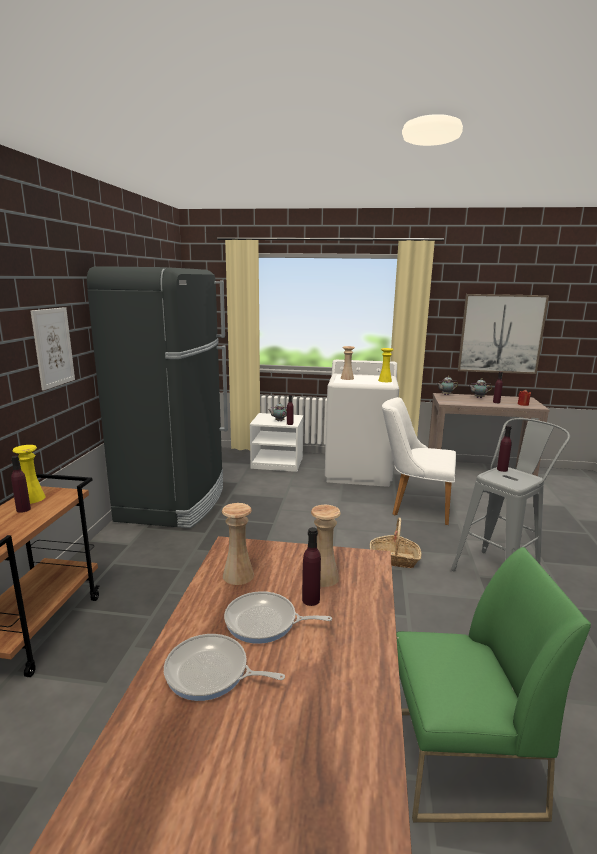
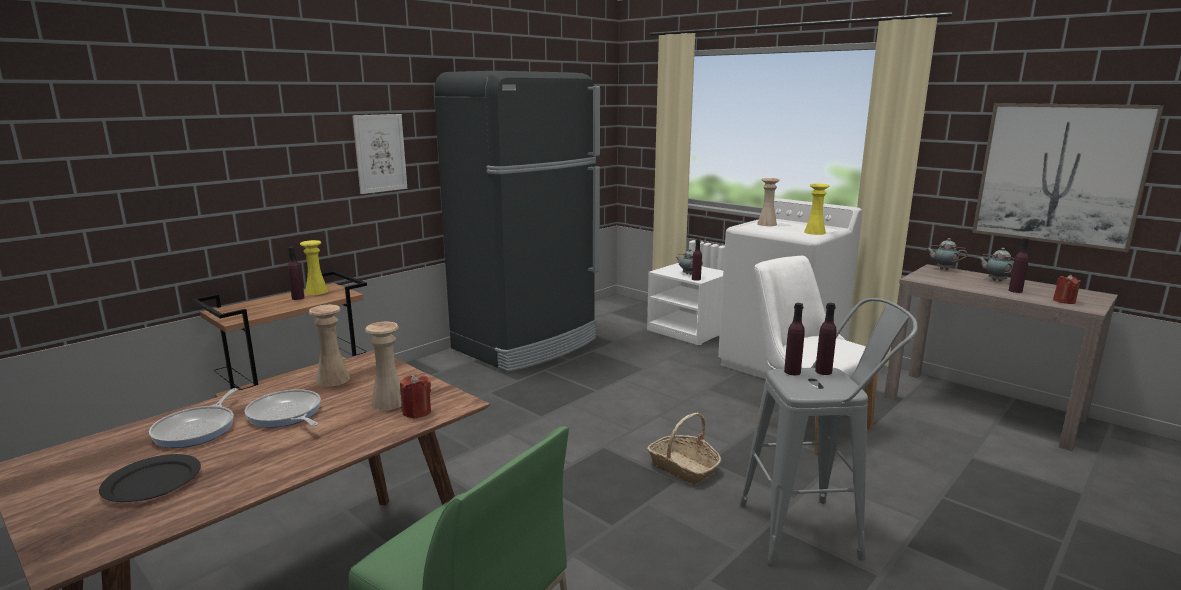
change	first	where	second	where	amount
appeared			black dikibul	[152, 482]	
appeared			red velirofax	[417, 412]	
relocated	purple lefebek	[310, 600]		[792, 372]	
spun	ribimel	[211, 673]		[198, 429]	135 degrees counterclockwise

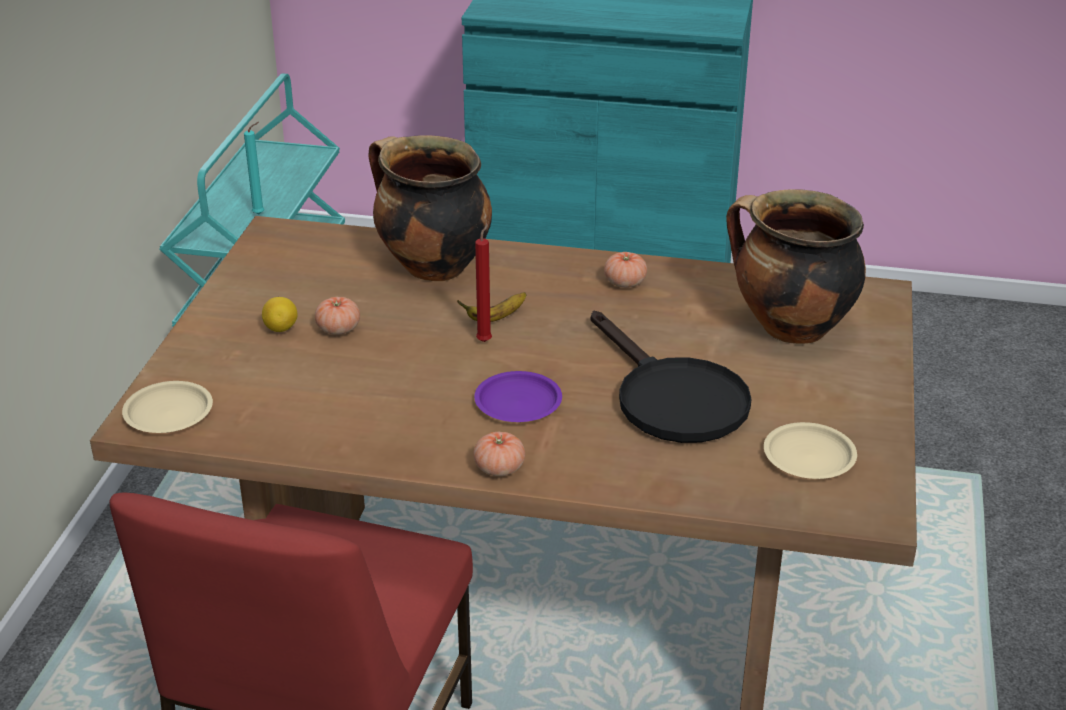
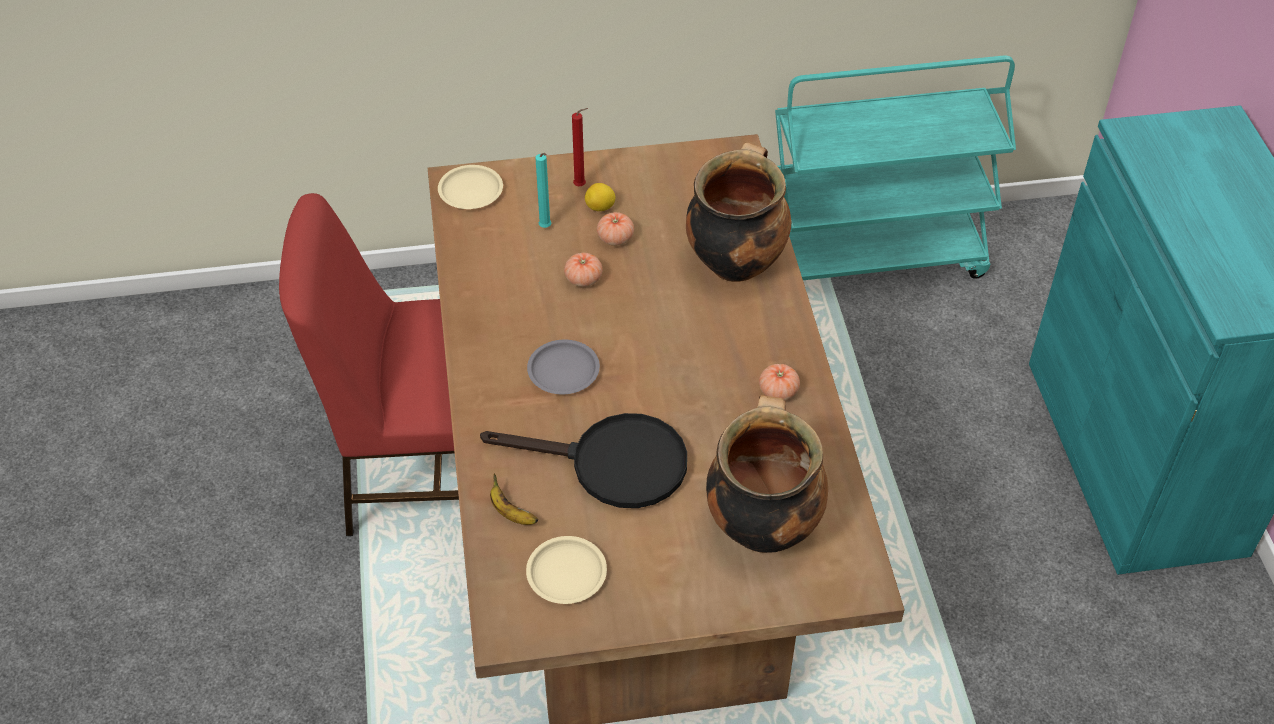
change	first	where	second	where	amount
relocated	turquoise velirofax	[260, 214]		[546, 228]	
relocated	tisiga	[495, 318]		[511, 513]	
relocated	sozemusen	[499, 468]		[583, 279]	
relocated	red velirofax	[485, 340]		[581, 186]	
colour	purple dikibul	[518, 403]	grey dikibul	[563, 371]	
spun	black ribimel	[671, 398]		[612, 464]	120 degrees counterclockwise

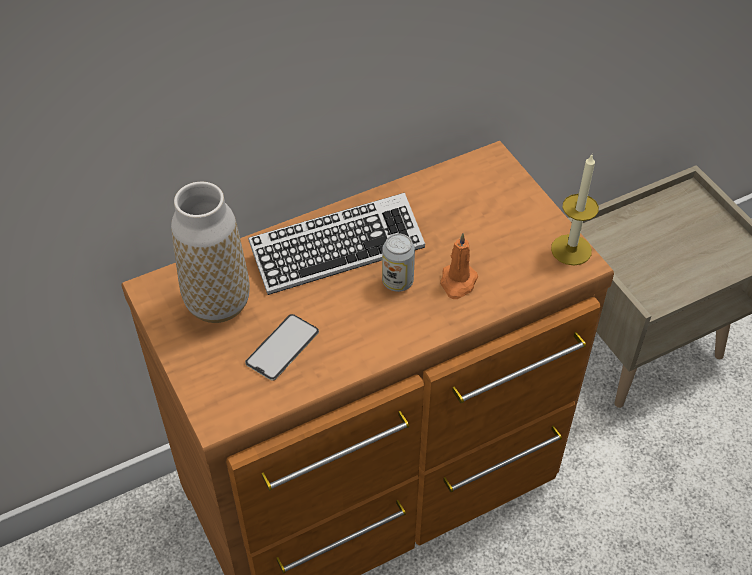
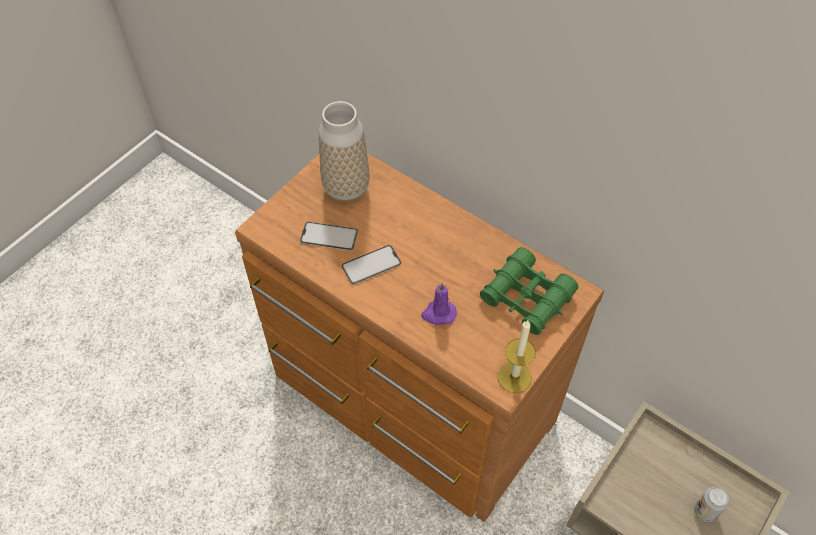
change	first	where	second	where	amount
missing	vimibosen	[337, 250]			
appeared			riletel	[371, 265]	
appeared			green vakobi	[526, 297]	
relocated	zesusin	[397, 281]		[705, 511]	
colour	orange velirofax	[458, 282]	purple velirofax	[438, 314]	

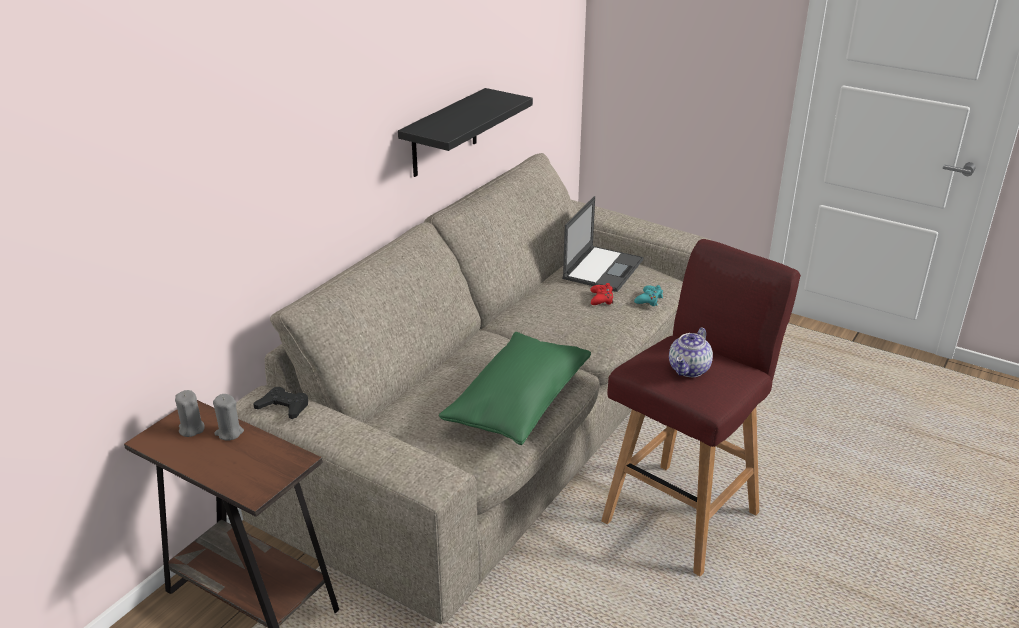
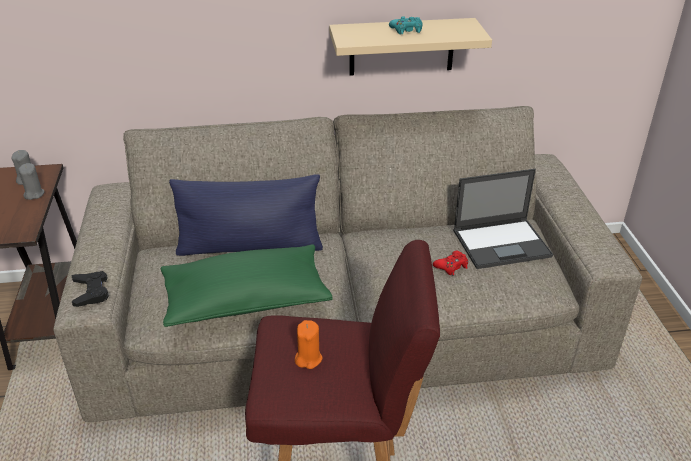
change	first	where	second	where	amount
appeared			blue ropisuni	[250, 246]	
relocated	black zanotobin	[283, 407]		[91, 292]	
relocated	turquoise zanotobin	[649, 300]		[406, 30]	
exchanged	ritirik	[689, 369]	orange velirofax	[308, 358]	
colour	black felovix	[444, 133]	beige felovix	[401, 47]	

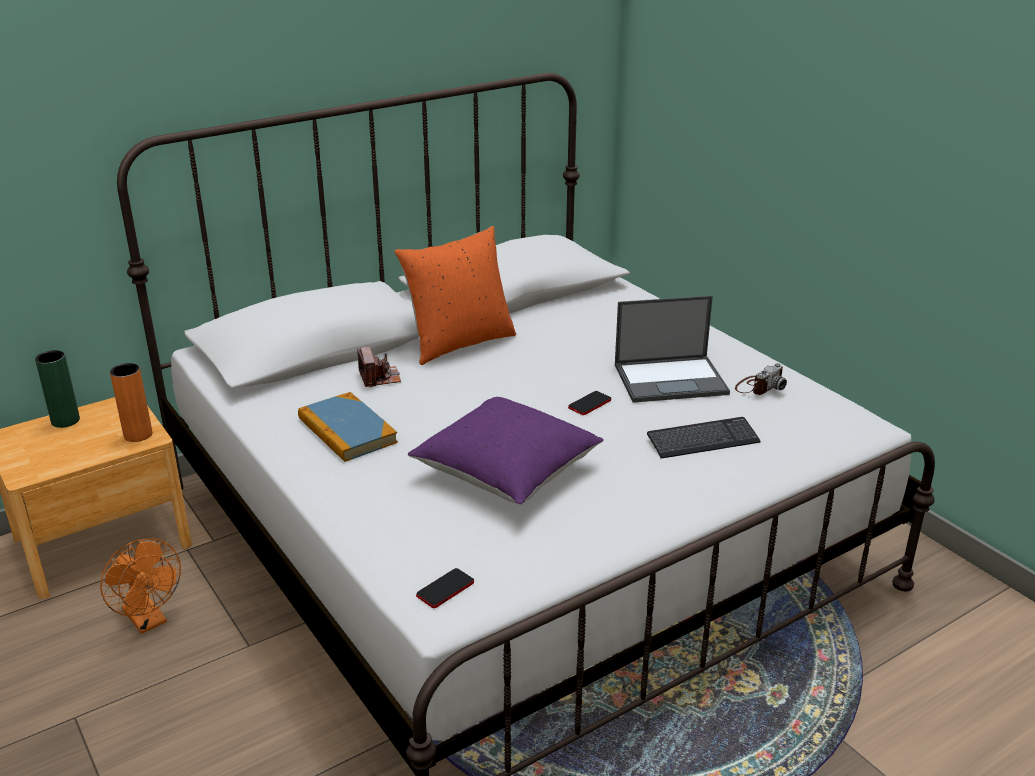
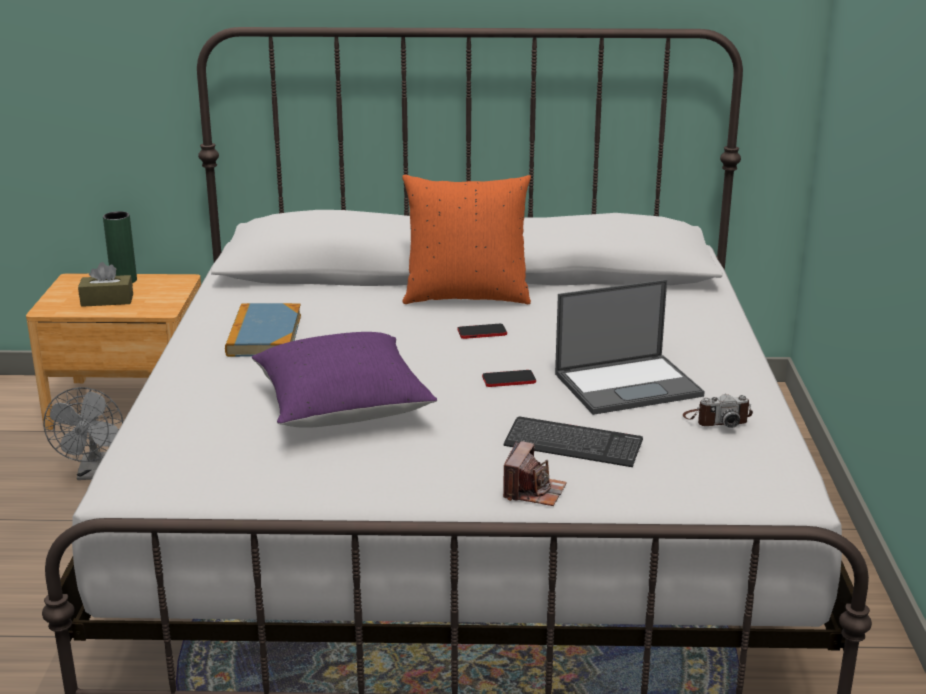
change	first	where	second	where	amount
missing	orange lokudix	[138, 435]			
appeared			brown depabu	[107, 300]	
relocated	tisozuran	[379, 378]		[533, 491]	
relocated	riletel	[445, 589]		[482, 332]	
colour	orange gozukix	[149, 620]	grey gozukix	[93, 473]	
spun	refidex	[671, 379]		[629, 384]	45 degrees counterclockwise

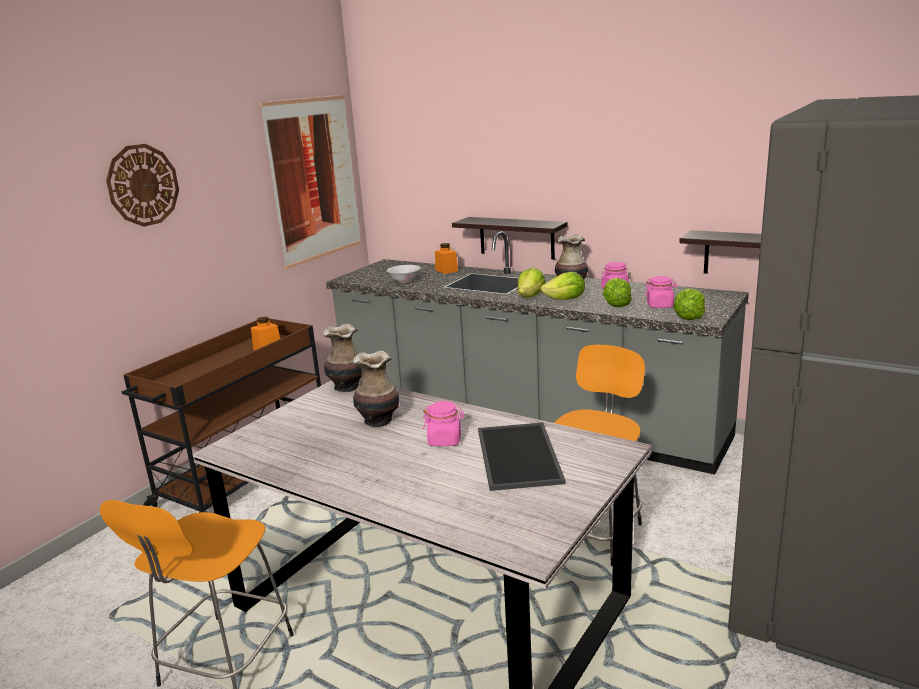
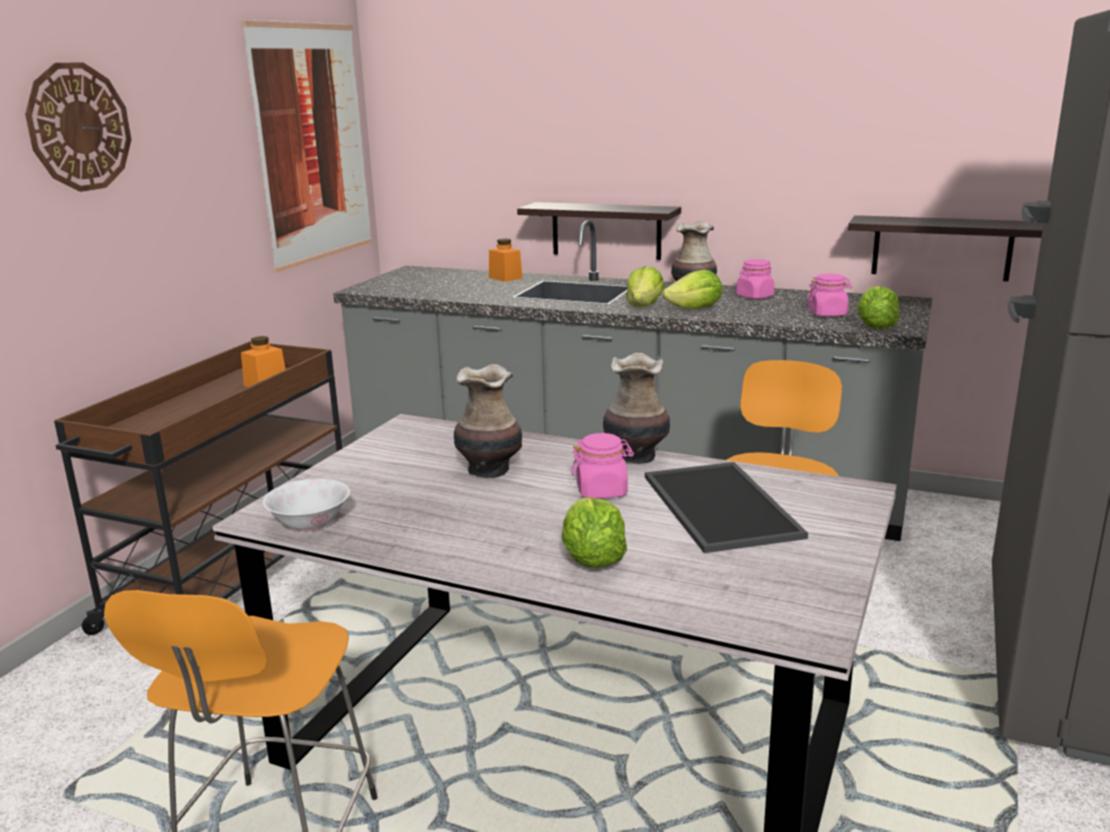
change	first	where	second	where	amount
relocated	lokudix	[346, 387]		[635, 456]	
relocated	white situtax	[405, 281]		[310, 524]	
relocated	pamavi	[616, 305]		[592, 559]	

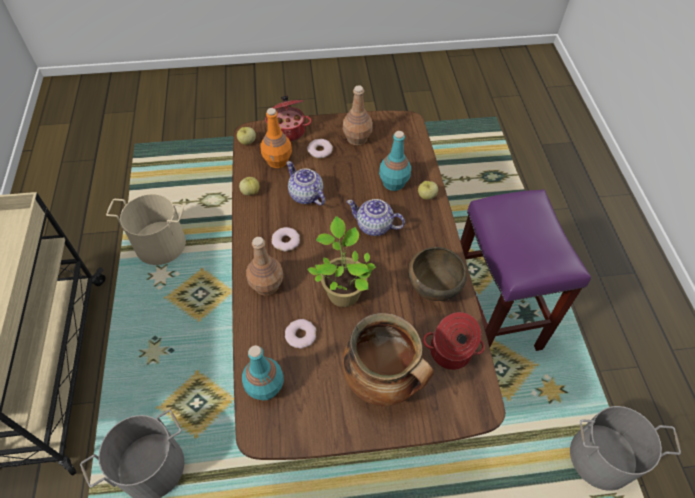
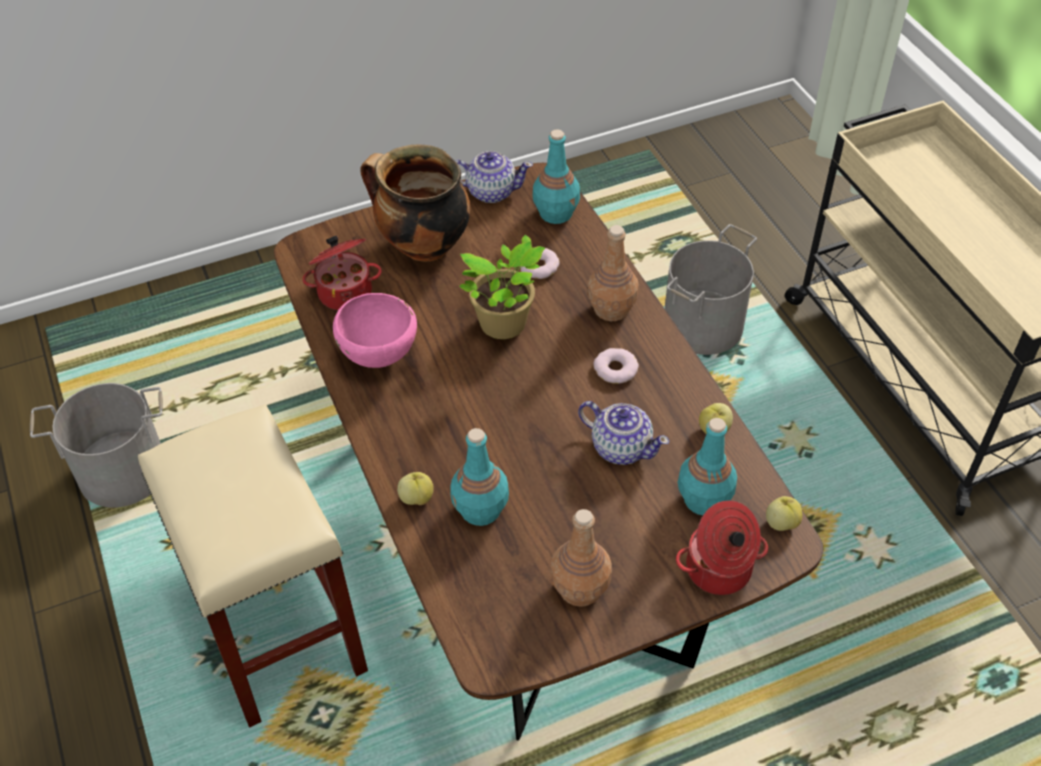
change	first	where	second	where	amount
missing	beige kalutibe	[161, 244]			
missing	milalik	[319, 151]			
relocated	ritirik	[374, 226]		[490, 191]	
colour	orange lefebek	[278, 160]	turquoise lefebek	[703, 499]	
colour	brown situtax	[432, 289]	pink situtax	[380, 357]	
colour	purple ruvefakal	[494, 317]	beige ruvefakal	[277, 632]	

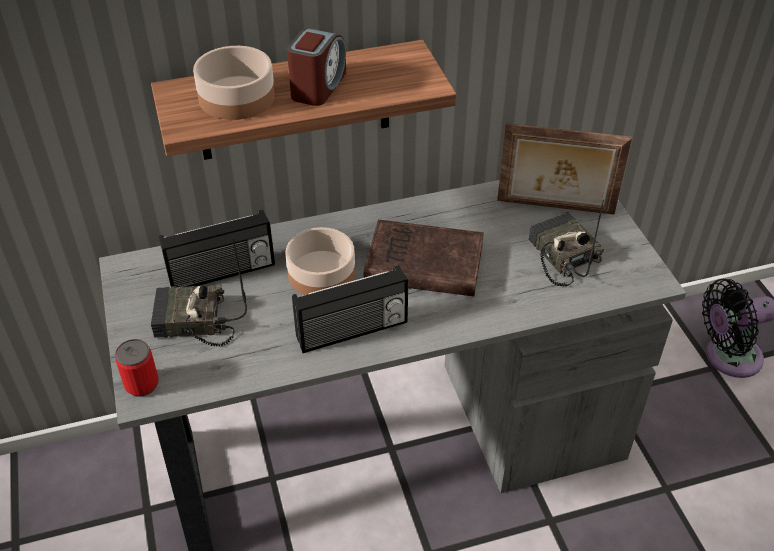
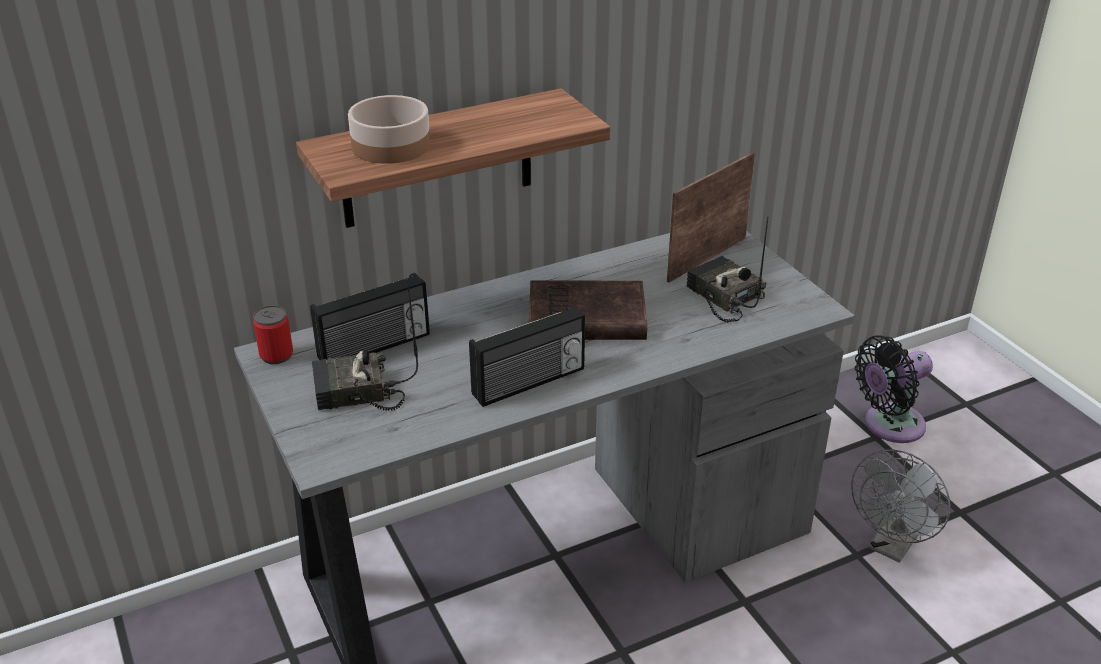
change	first	where	second	where	amount
missing	situtax	[321, 273]			
missing	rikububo	[318, 86]			
appeared			grey gozukix	[892, 546]	
relocated	zesusin	[142, 384]		[276, 355]	
spun	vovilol	[555, 208]		[705, 258]	135 degrees clockwise

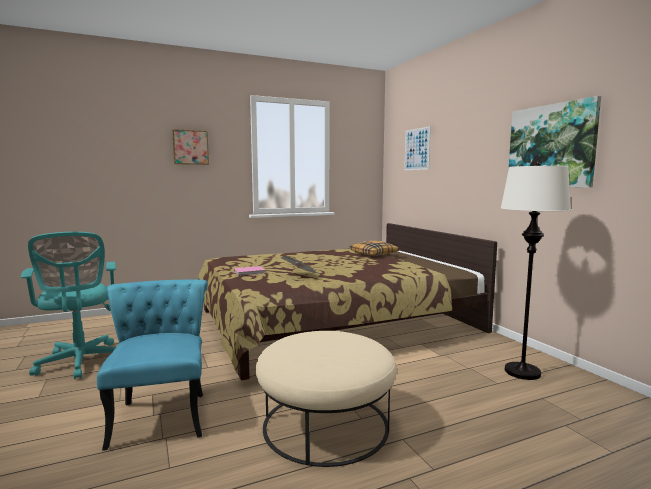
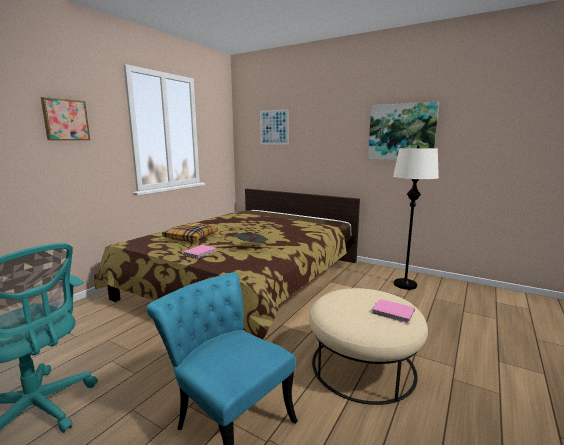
change	first	where	second	where	amount
appeared			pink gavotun	[394, 313]	
relocated	ropisuni	[373, 254]		[191, 238]	

